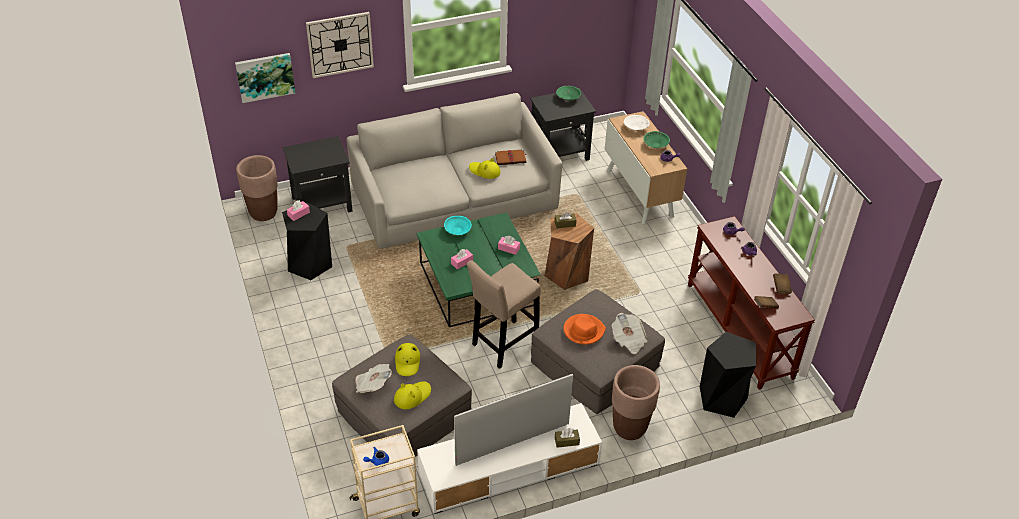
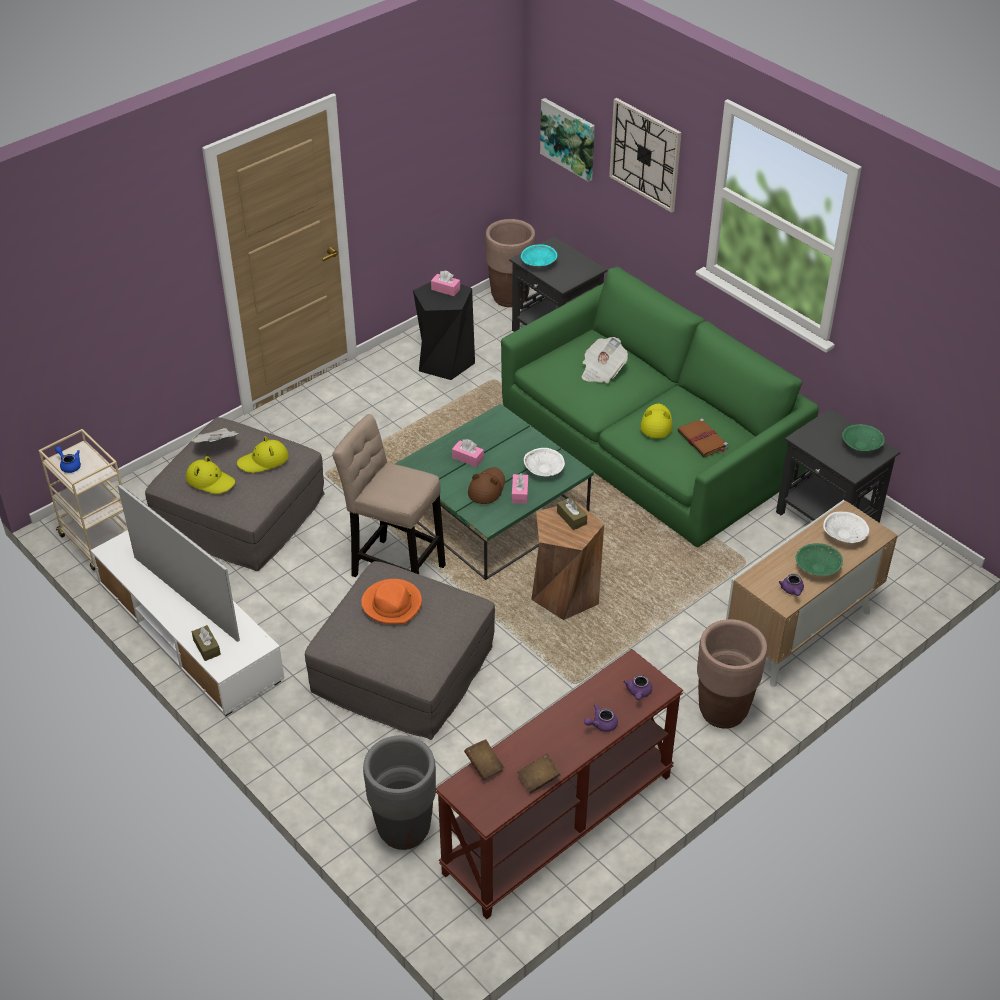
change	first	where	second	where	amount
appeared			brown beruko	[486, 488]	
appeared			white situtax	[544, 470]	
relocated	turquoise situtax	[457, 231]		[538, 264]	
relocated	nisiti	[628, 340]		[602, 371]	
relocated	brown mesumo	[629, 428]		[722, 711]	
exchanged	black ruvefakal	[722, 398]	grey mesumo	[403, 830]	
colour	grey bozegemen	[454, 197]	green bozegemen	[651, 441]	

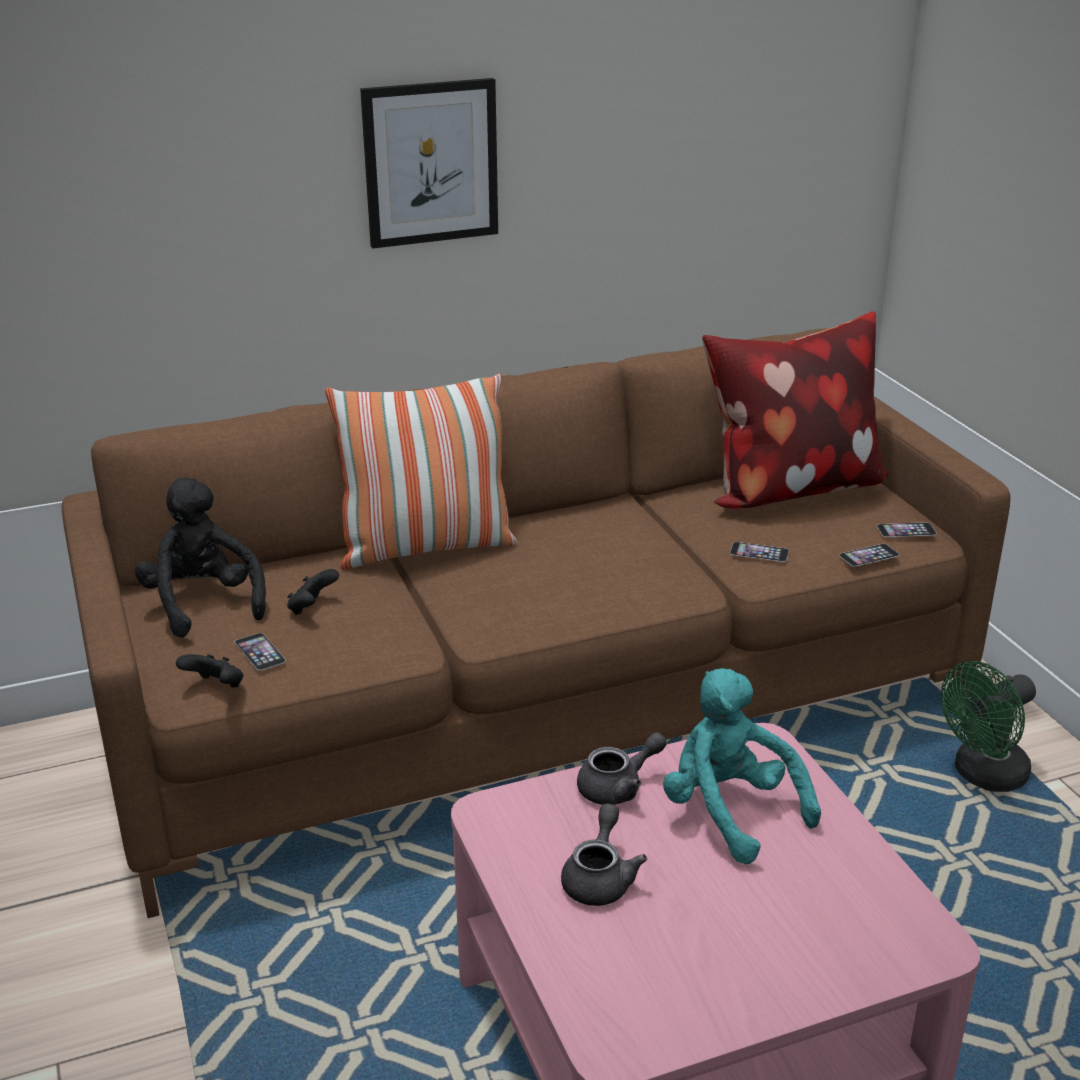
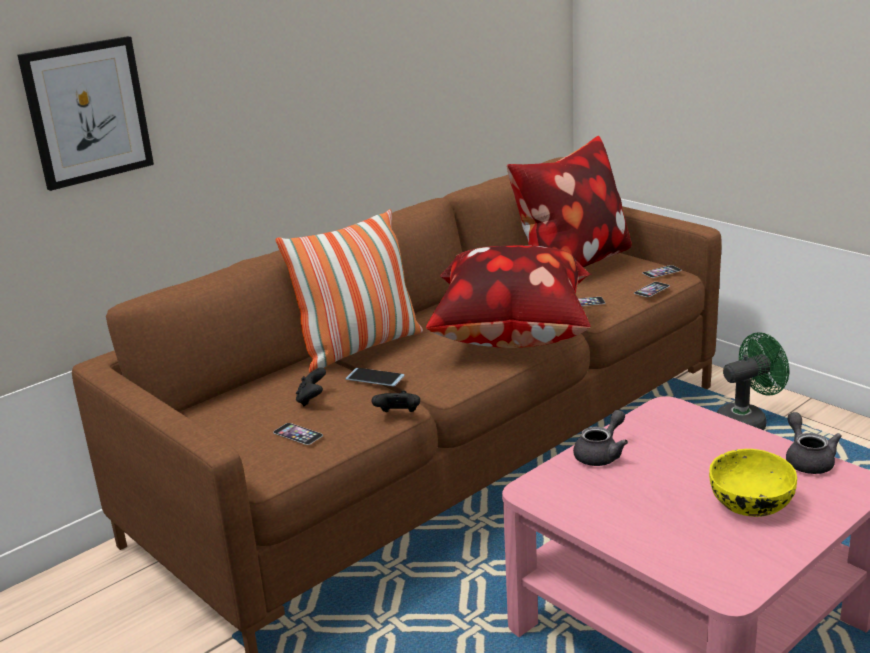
change	first	where	second	where	amount
missing	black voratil	[203, 603]			
missing	turquoise voratil	[729, 811]			
appeared			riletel	[375, 378]	
appeared			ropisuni	[514, 340]	
appeared			yellow situtax	[749, 503]	
relocated	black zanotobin	[216, 687]		[398, 415]	
relocated	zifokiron	[430, 163]		[88, 112]	
relocated	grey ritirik	[600, 878]		[807, 460]	
spun	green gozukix	[982, 775]		[747, 422]	150 degrees counterclockwise

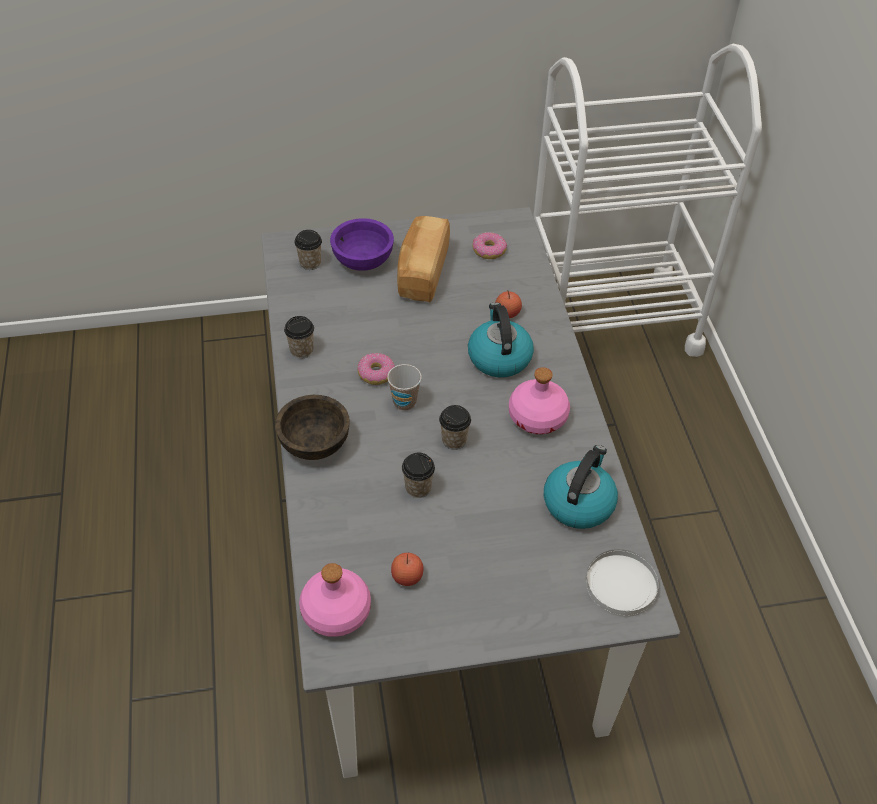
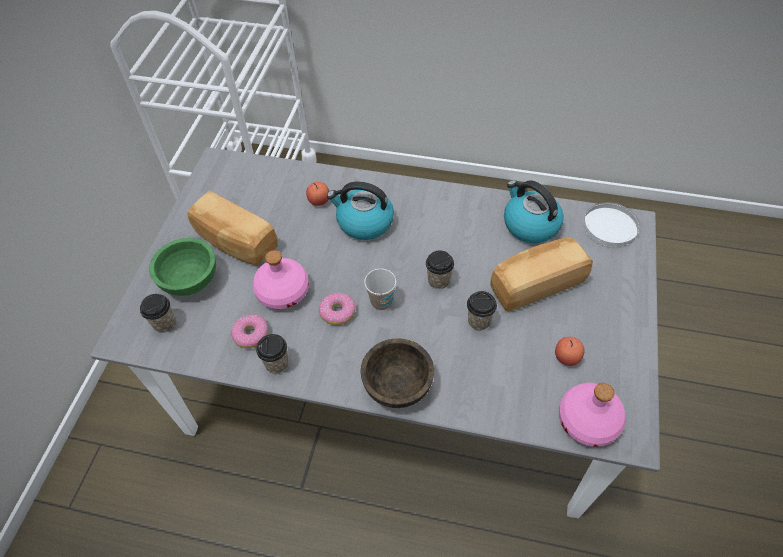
change	first	where	second	where	amount
appeared			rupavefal	[535, 284]	
relocated	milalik	[489, 250]		[251, 335]	
relocated	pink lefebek	[538, 417]		[283, 291]	
colour	purple situtax	[363, 260]	green situtax	[189, 280]	

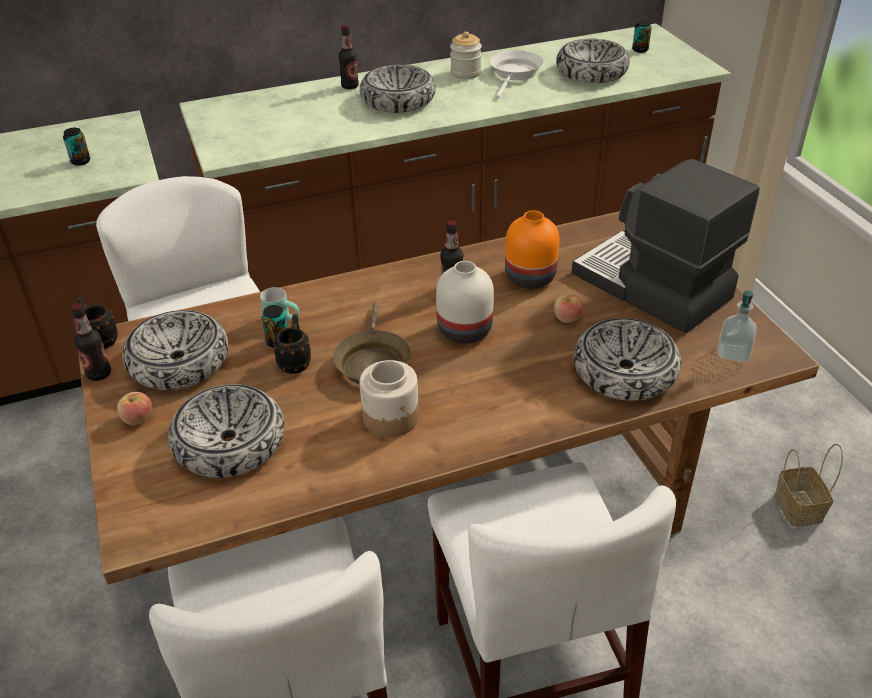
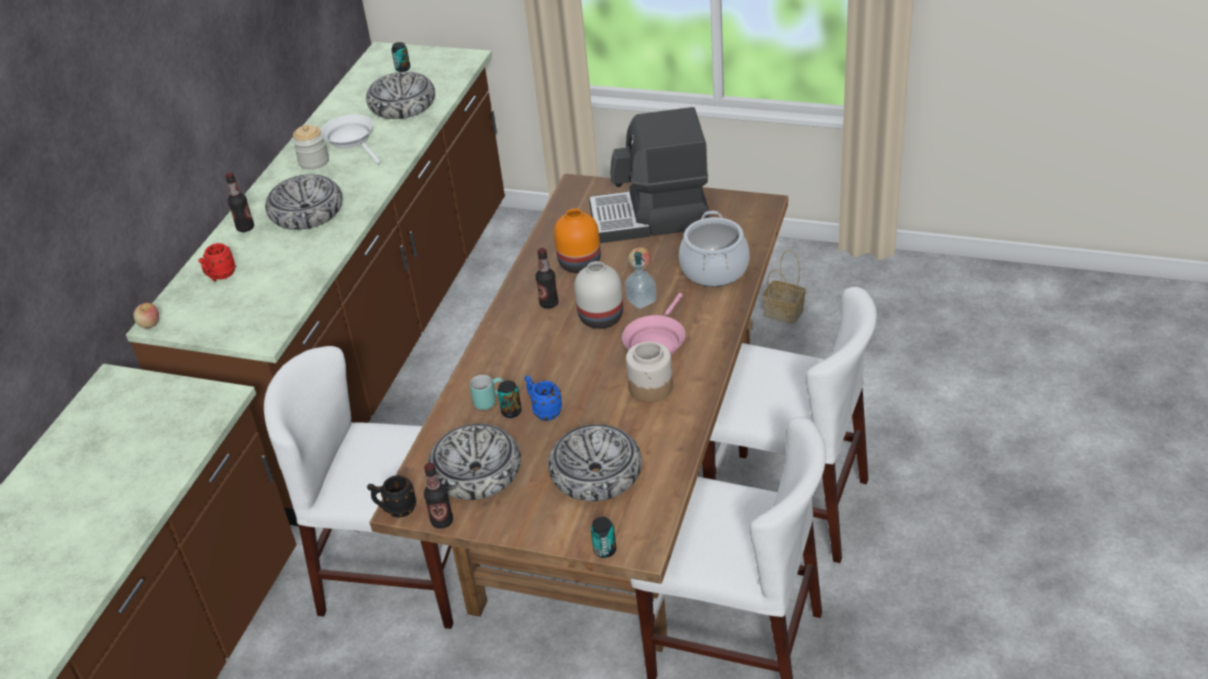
change	first	where	second	where	amount
missing	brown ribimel	[372, 361]			
appeared			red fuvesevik	[220, 276]	
appeared			pink ribimel	[656, 341]	
relocated	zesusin	[80, 161]		[605, 550]	
relocated	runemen	[137, 419]		[149, 324]	
relocated	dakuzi	[733, 353]		[641, 301]	
exchanged	situtax	[624, 371]	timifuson	[714, 269]	
colour	black fuvesevik	[295, 361]	blue fuvesevik	[544, 411]	

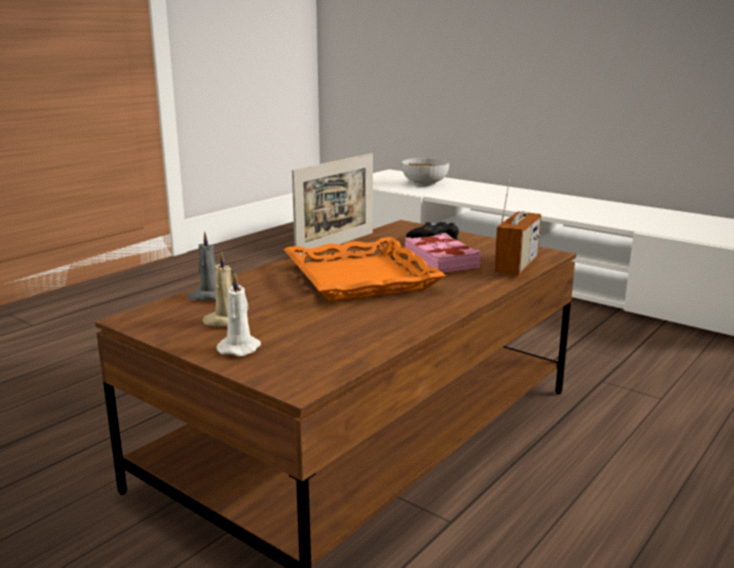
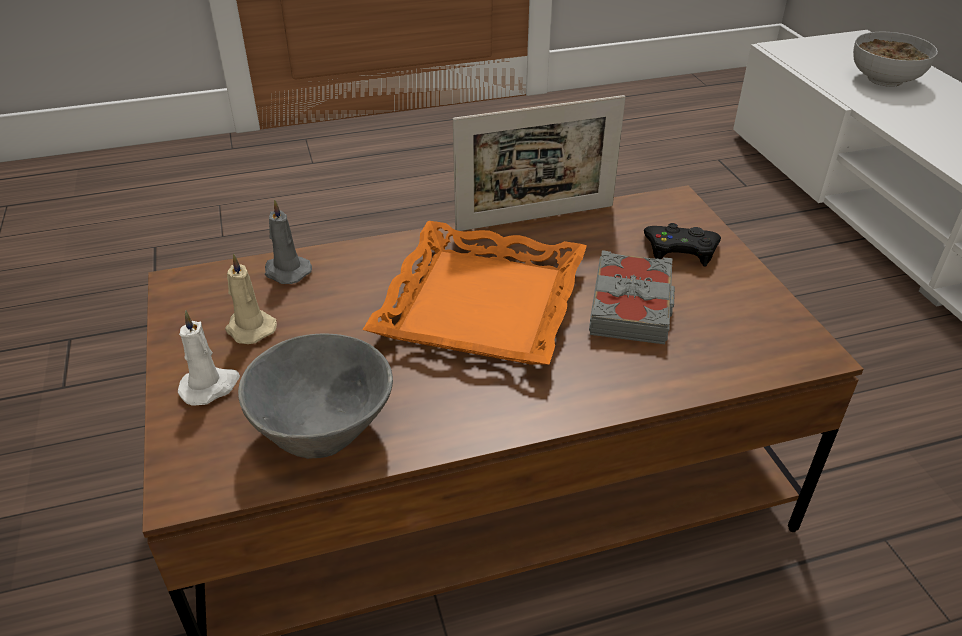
change	first	where	second	where	amount
missing	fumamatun	[516, 266]			
appeared			grey situtax	[327, 431]	
colour	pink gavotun	[442, 260]	grey gavotun	[632, 306]	

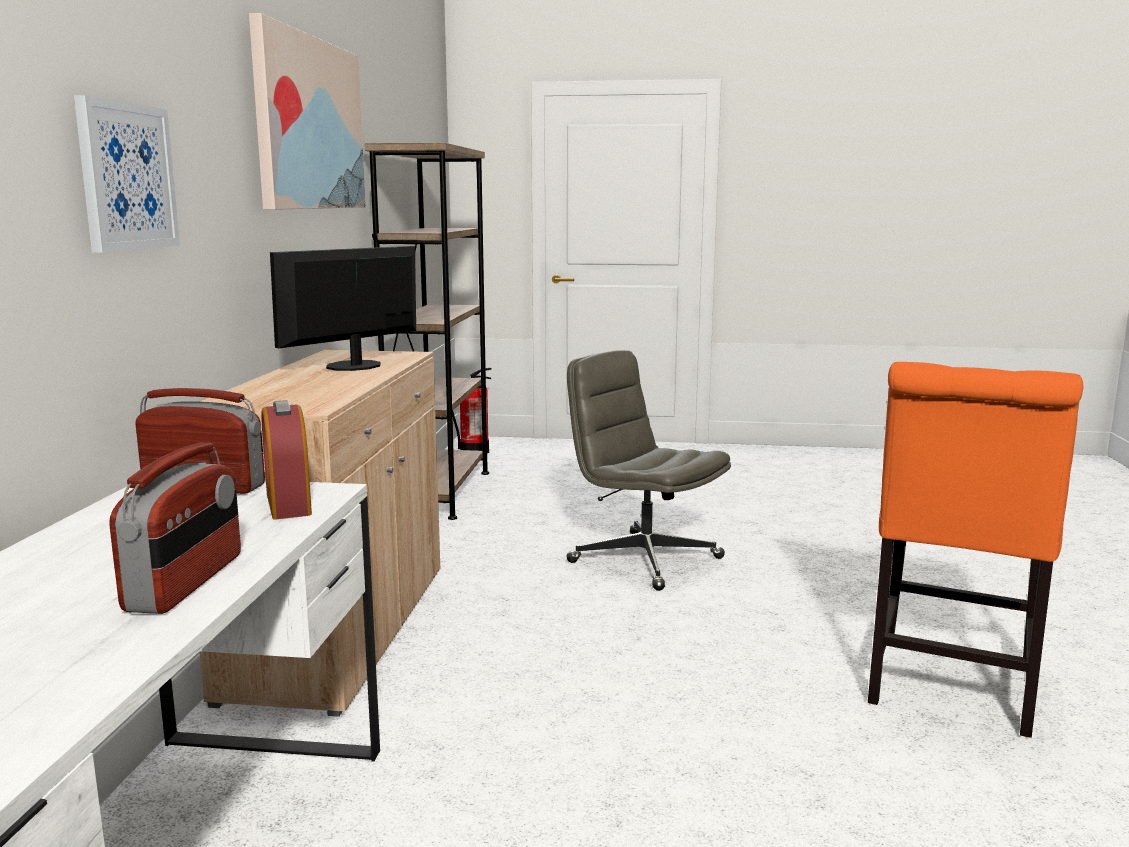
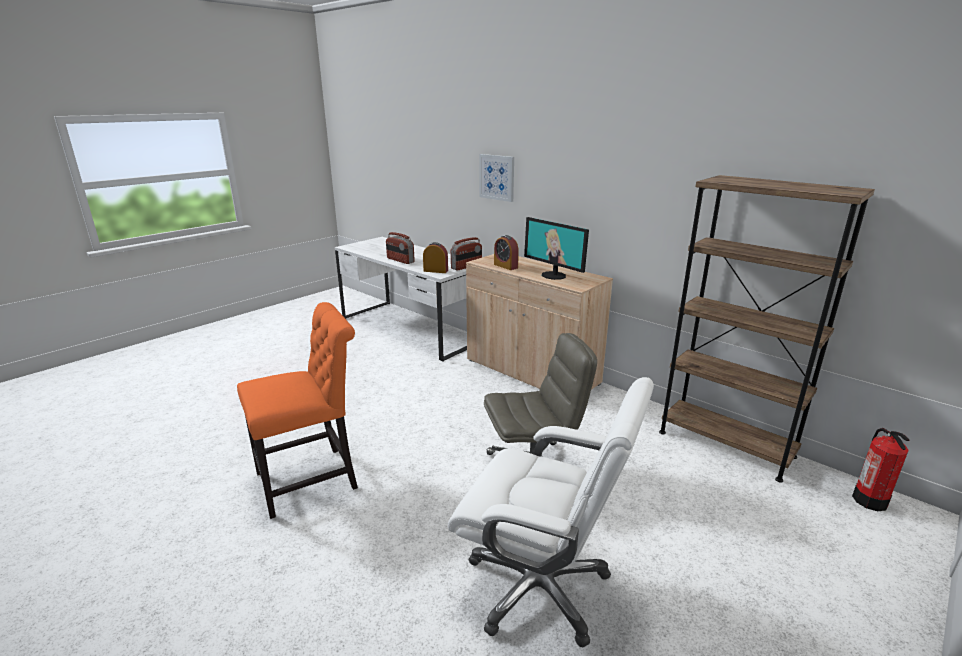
change	first	where	second	where	amount
missing	zifokiron	[308, 124]			
appeared			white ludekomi	[540, 586]	
appeared			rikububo	[505, 266]	
spun	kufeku	[354, 366]		[554, 275]	150 degrees clockwise
spun	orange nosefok	[950, 687]		[312, 479]	90 degrees clockwise

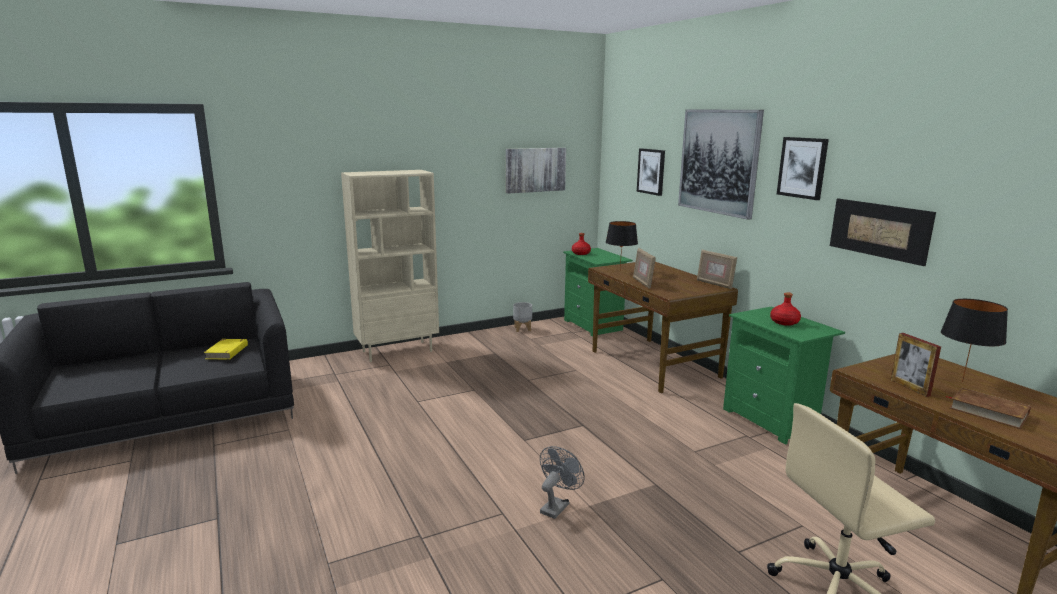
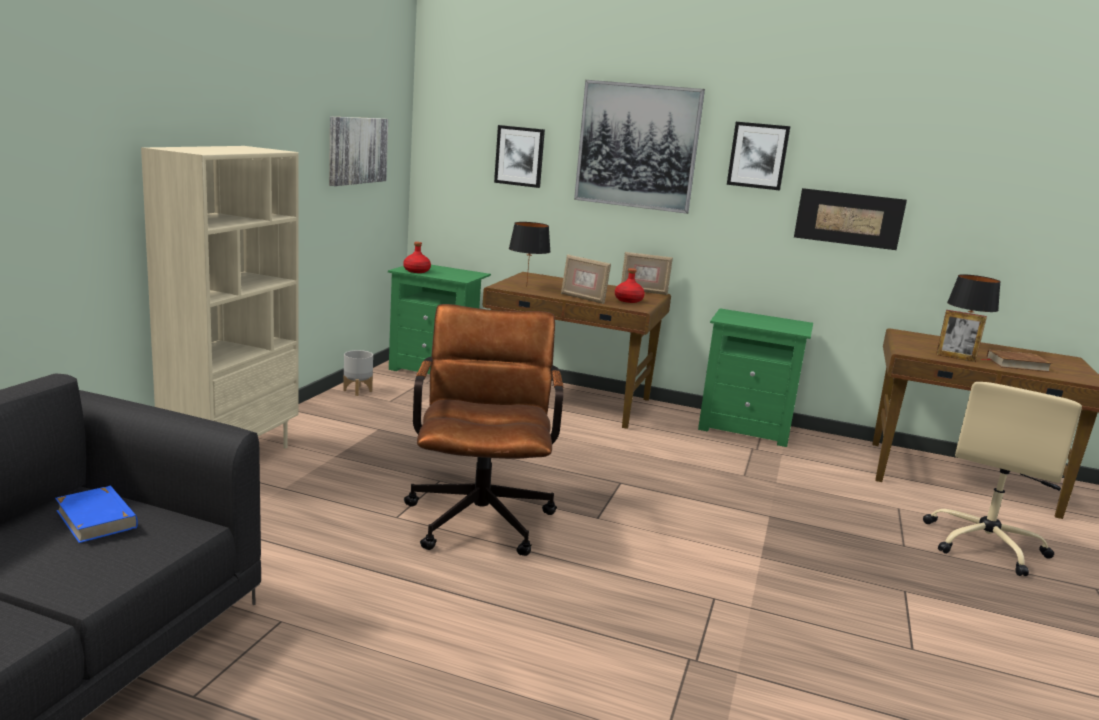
change	first	where	second	where	amount
missing	grey gozukix	[557, 506]			
appeared			brown ludekomi	[481, 514]	
relocated	red lefebek	[784, 322]		[629, 300]	
colour	yellow gavotun	[227, 352]	blue gavotun	[97, 519]	

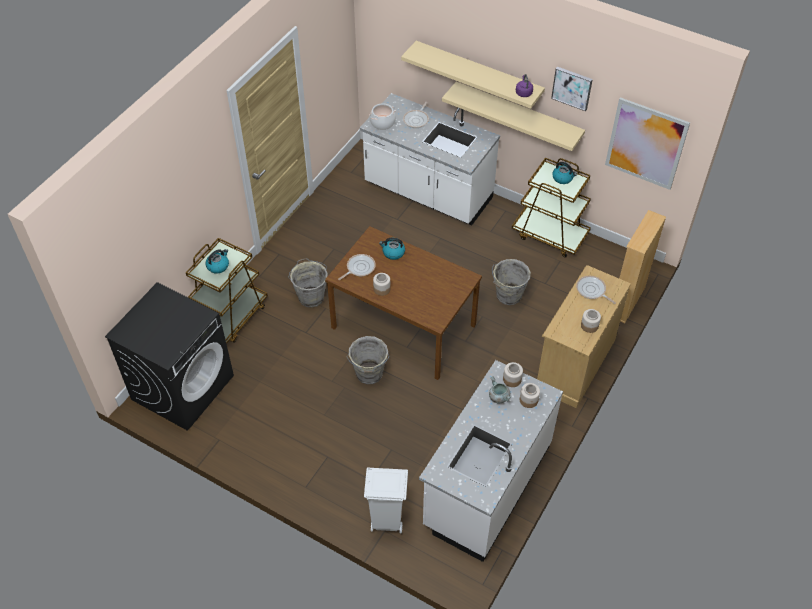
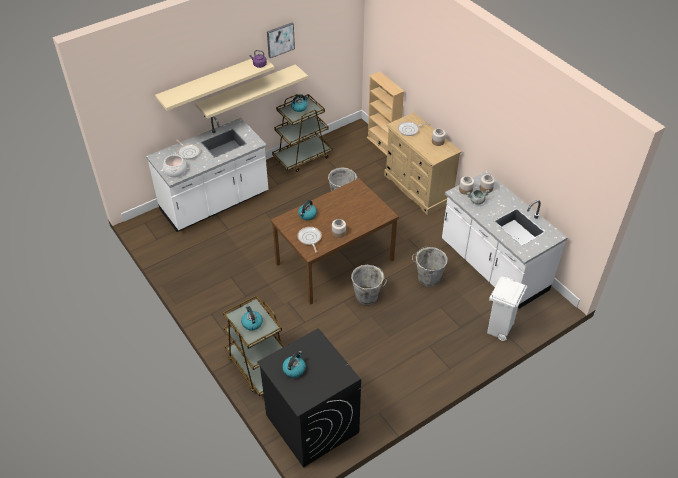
change	first	where	second	where	amount
missing	zifokiron	[646, 143]			
appeared			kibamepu	[294, 369]	
relocated	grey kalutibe	[311, 296]		[427, 278]	

